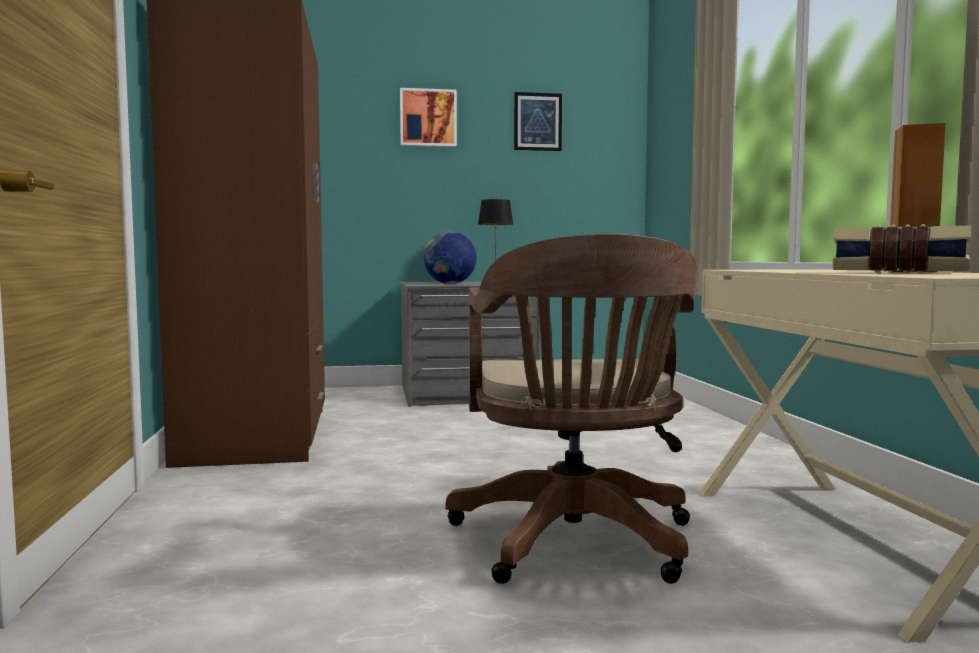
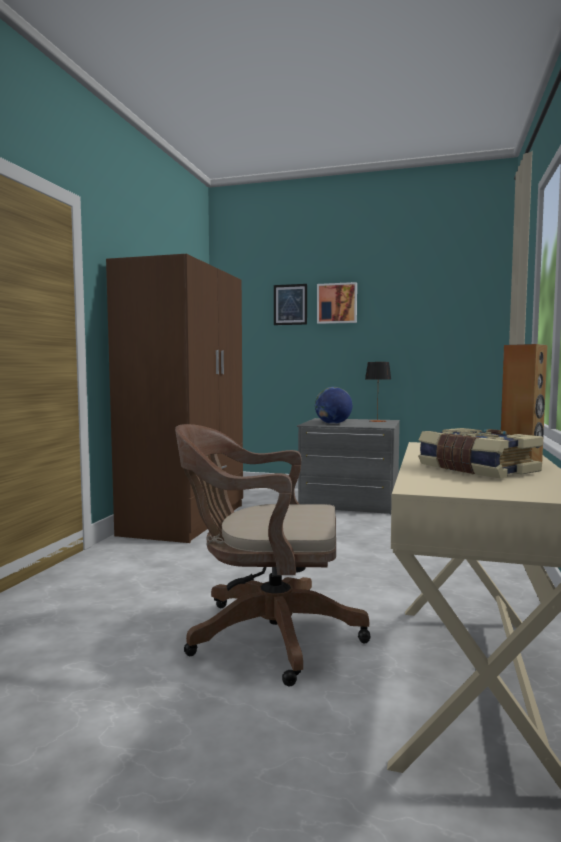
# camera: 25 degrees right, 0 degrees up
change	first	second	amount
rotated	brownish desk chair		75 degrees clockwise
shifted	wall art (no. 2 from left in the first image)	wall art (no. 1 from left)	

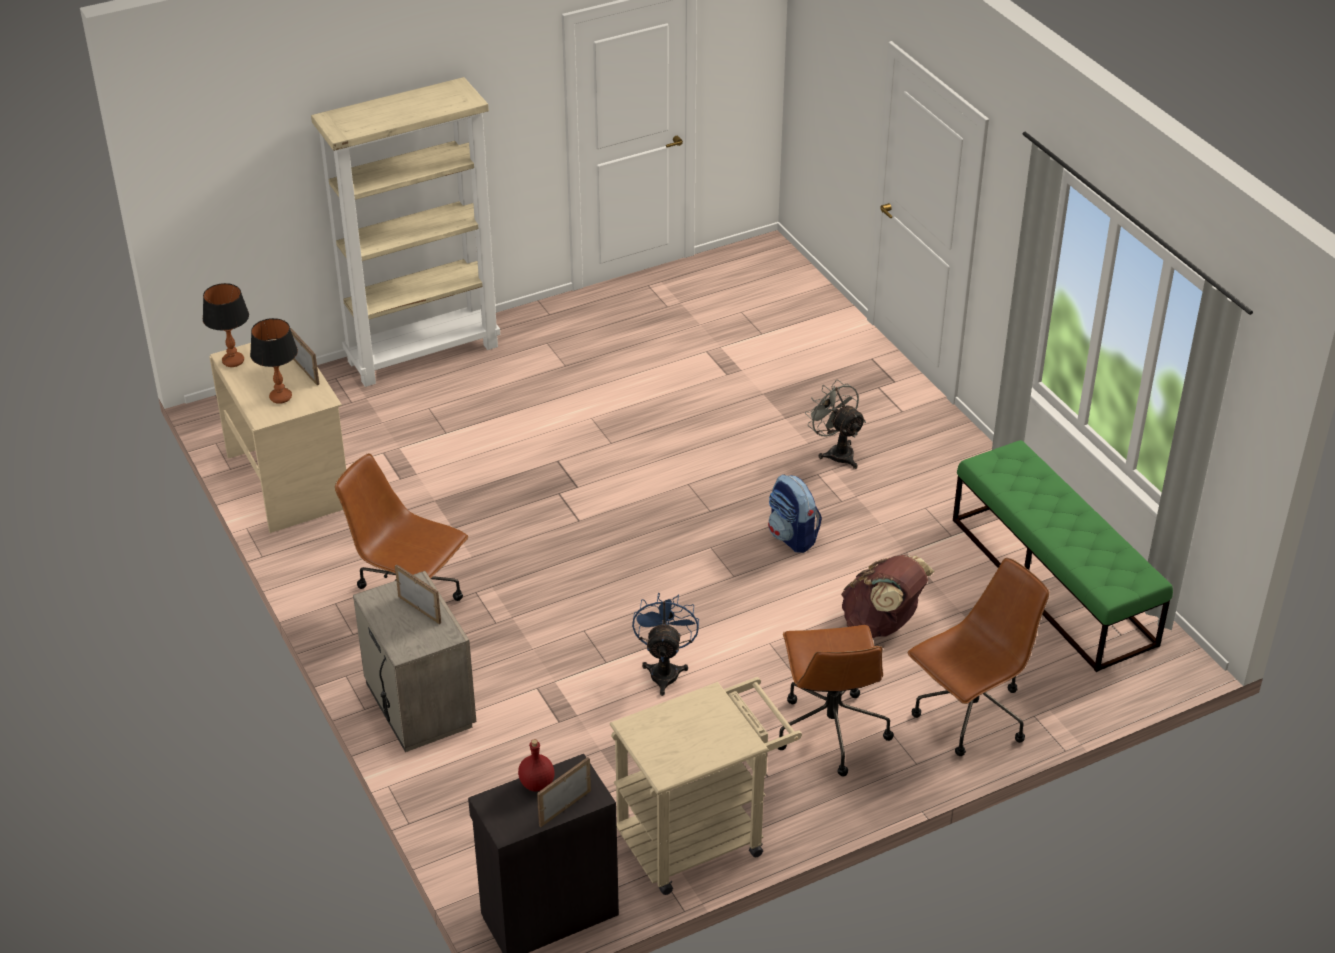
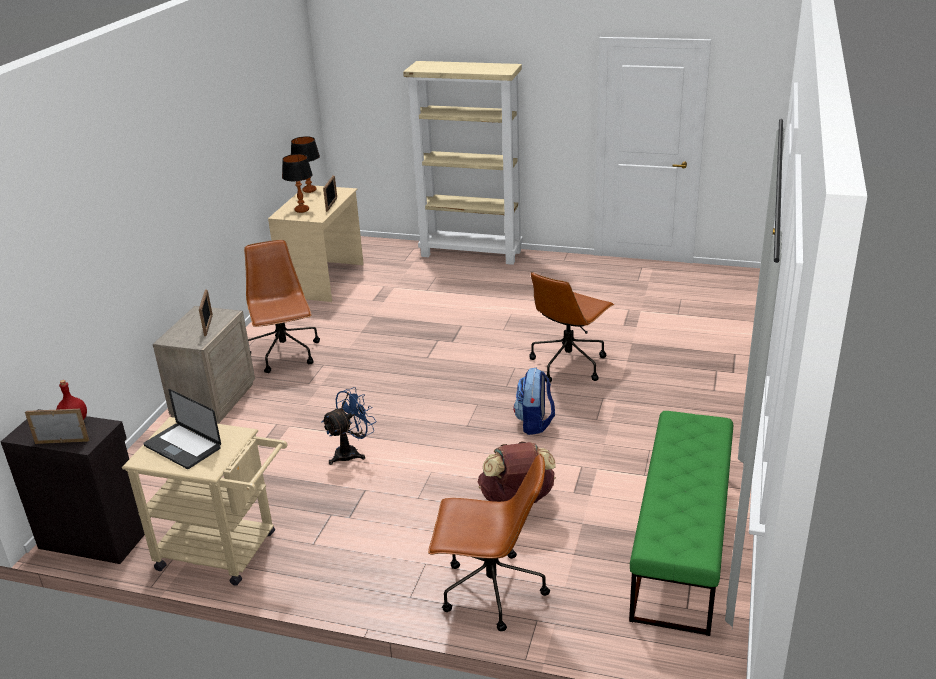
# camera: 45 degrees right, 10 degrees down
change	first	second	amount
new		portable computer	
shifted	brownish desk chair (no. 2 from left in the first image)	brownish desk chair (no. 3 from left)	
gone	gray cooling fan		

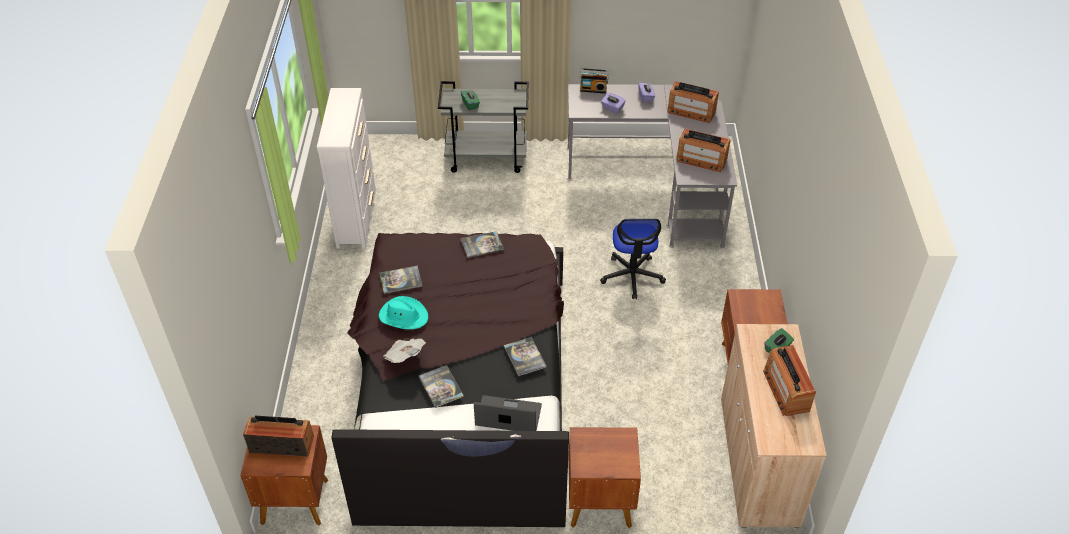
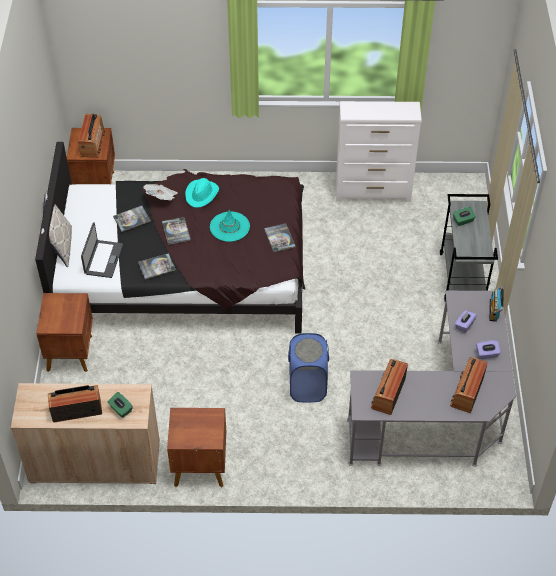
# camera: 90 degrees right, 5 degrees up
change	first	second	amount
shifted	volume (no. 1 from left in the first image)	volume (no. 3 from left)	
new		turquoise-coloured clothing hat (no. 2 from left)	
swapped	desk chair	bluish hamper	

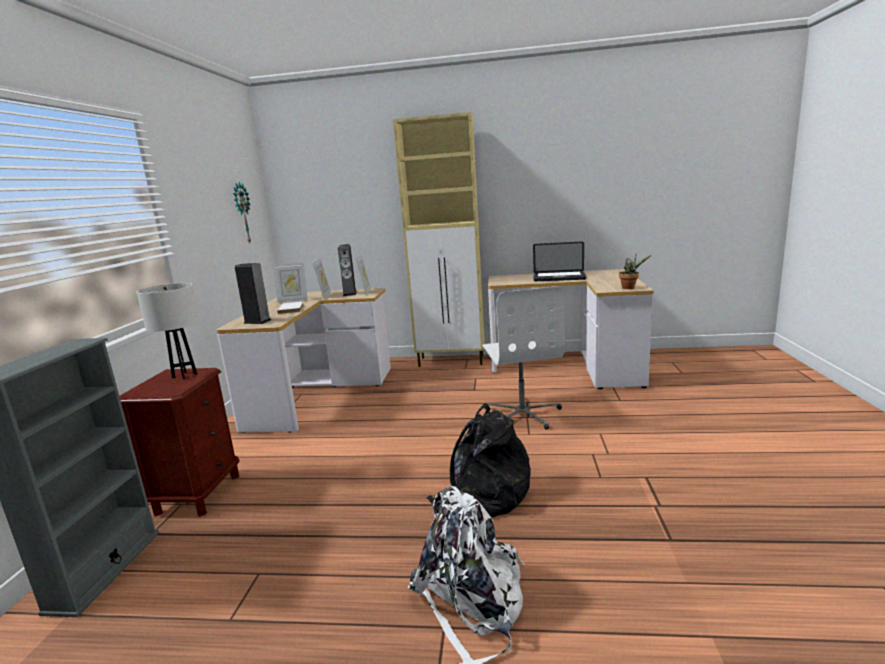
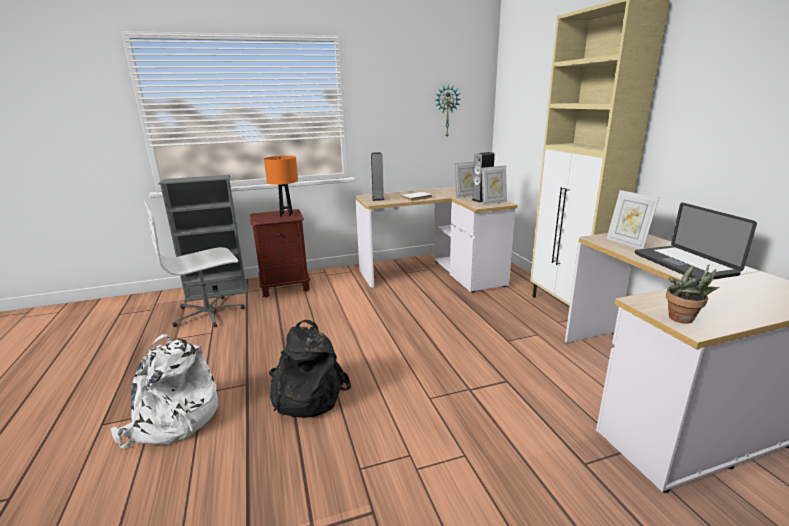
# camera: 65 degrees right, 5 degrees up
change	first	second	amount
shifted	whitish desk chair		
repainted	whitish table lamp	orange-coloured table lamp	
shifted	standing frame (no. 1 from left in the first image)	standing frame (no. 3 from left)	

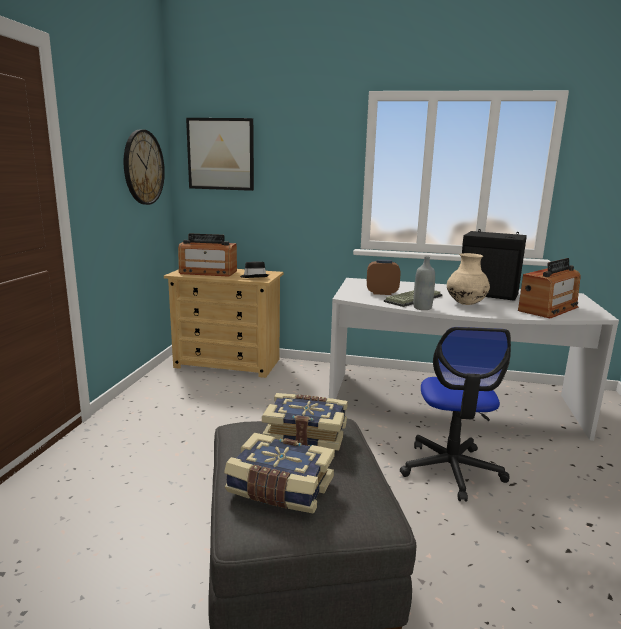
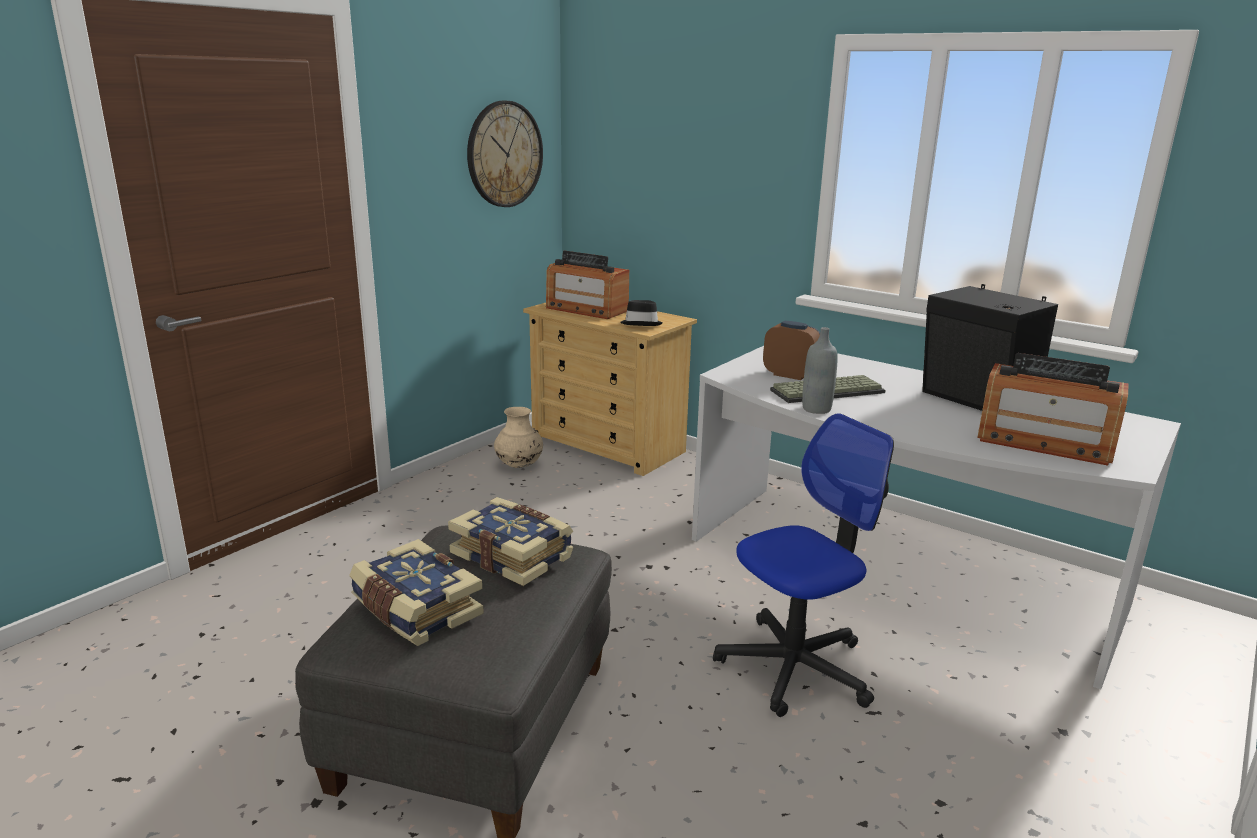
# camera: 25 degrees right, 5 degrees up
change	first	second	amount
shifted	beige decorative vase		
rotated	desk chair		150 degrees counterclockwise
rotated	radio set (no. 2 from left)		45 degrees clockwise
gone	wall art		

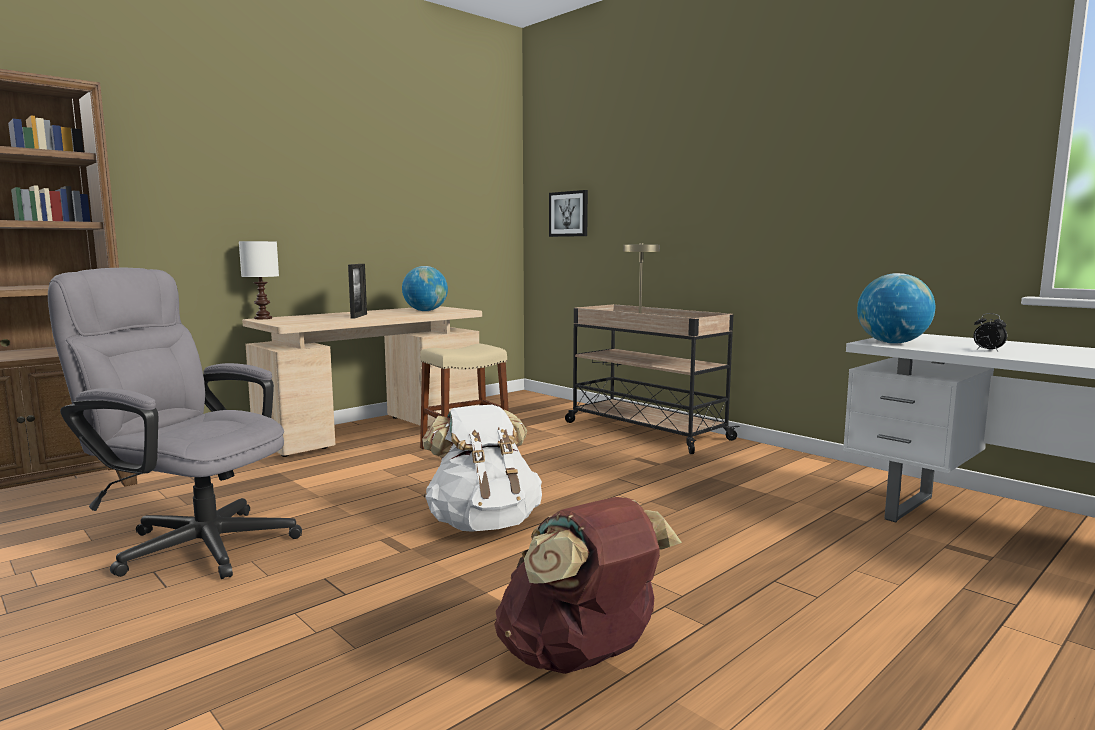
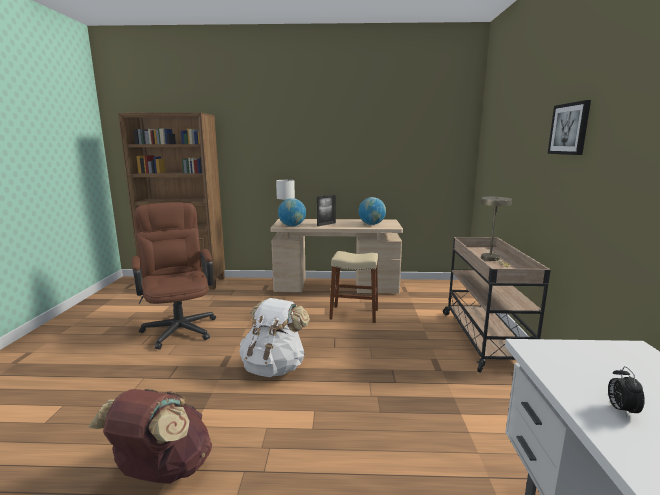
# camera: 45 degrees right, 5 degrees up
change	first	second	amount
repainted	gray desk chair	brownish desk chair	
shifted	world globe (no. 2 from left in the first image)	world globe (no. 1 from left)	
shifted	wall art		

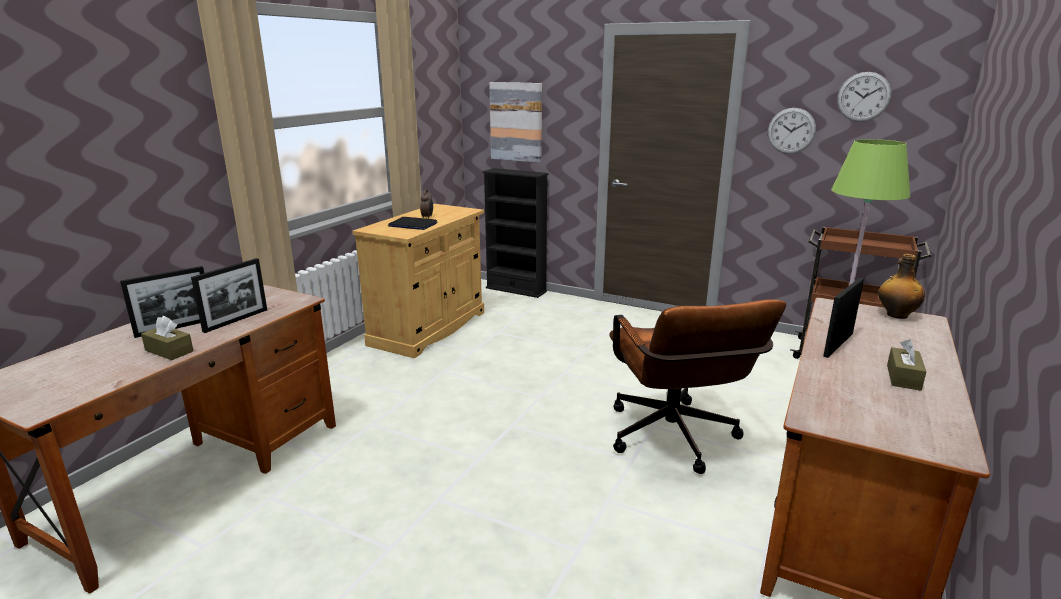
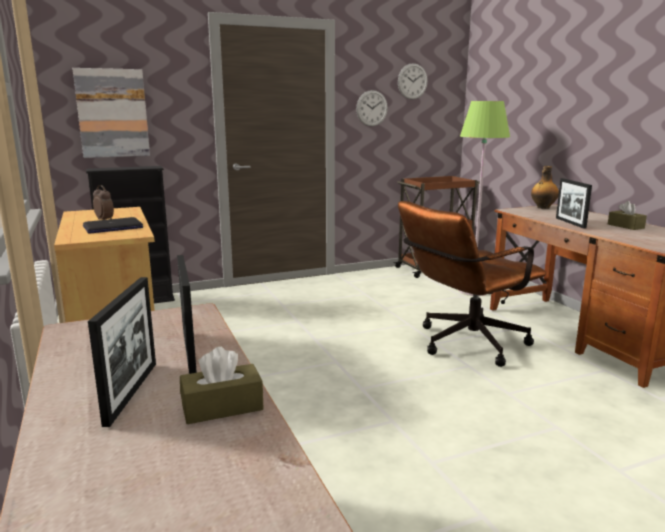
# camera: 50 degrees left, 5 degrees down
change	first	second	amount
rotated	brownish desk chair		120 degrees clockwise

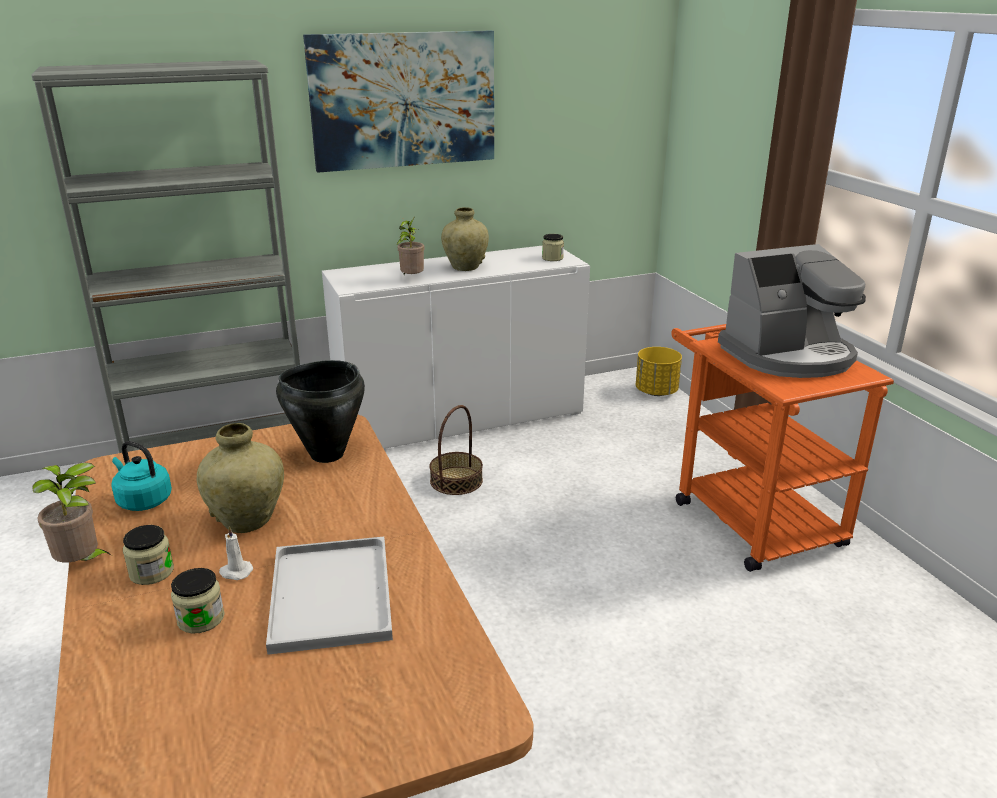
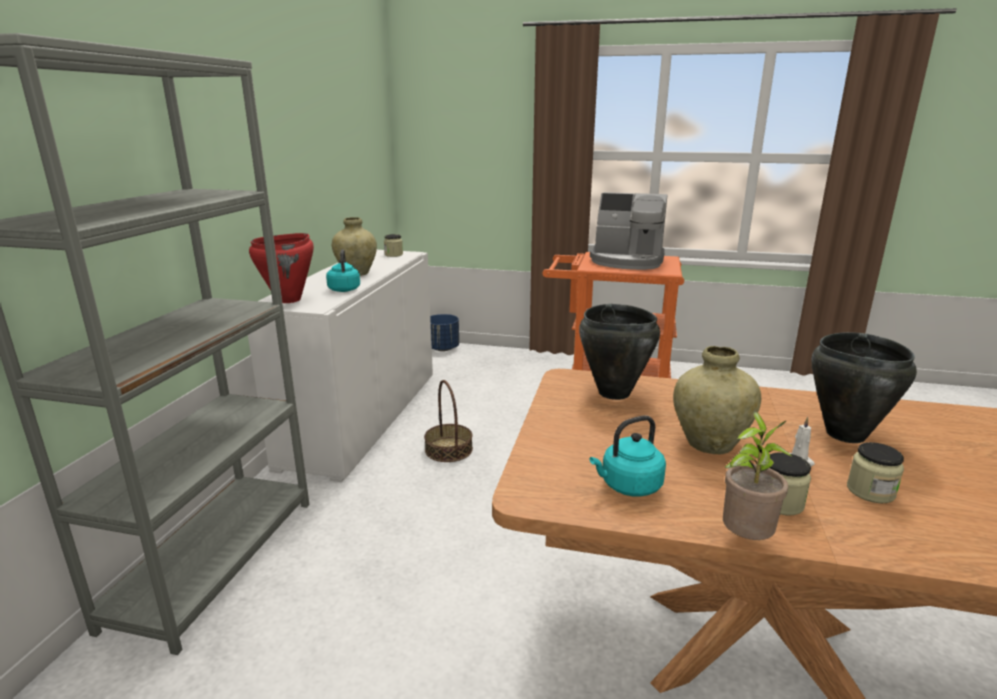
# camera: 55 degrees left, 5 degrees down
change	first	second	amount
new		red stockpot	
swapped	plant in a pot (no. 2 from left)	turquoise-coloured tea kettle (no. 1 from left)	
repainted	yellow planter	bluish planter	
rotated	coffee maker		90 degrees clockwise
swapped	whitish tray	blackish stockpot (no. 2 from left)	
gone	wall art		

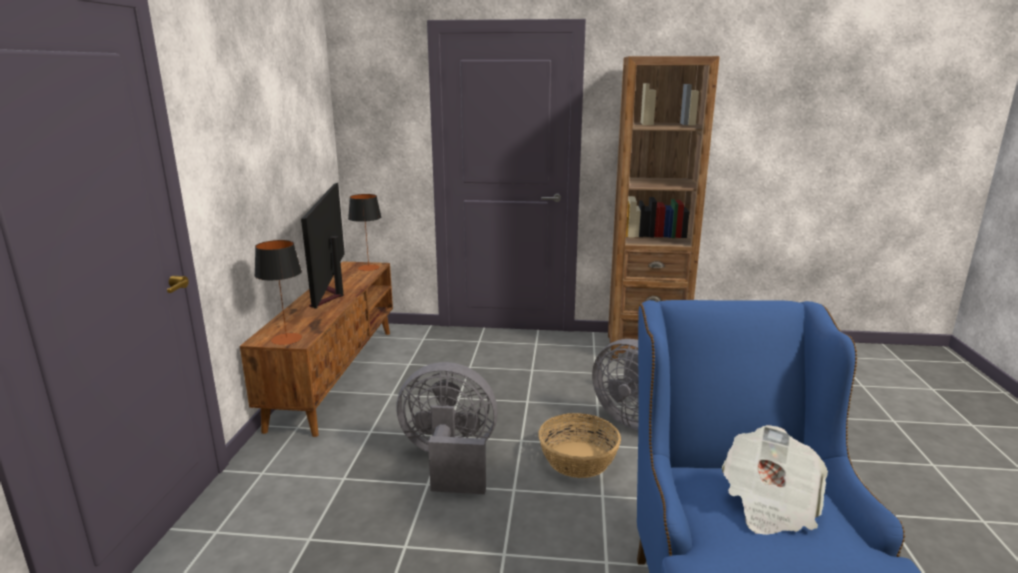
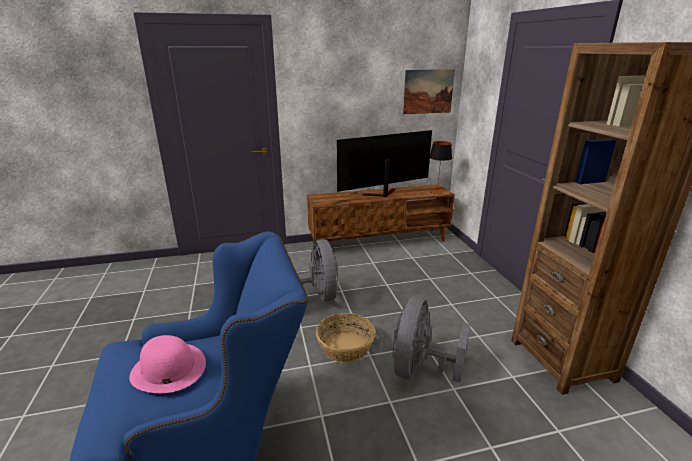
# camera: 70 degrees right, 5 degrees up
change	first	second	amount
swapped	daily paper	pink clothing hat	
new		wall art	
gone	table lamp (no. 1 from left)		

